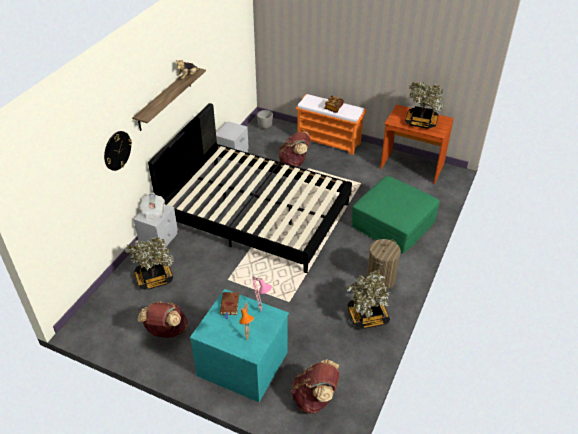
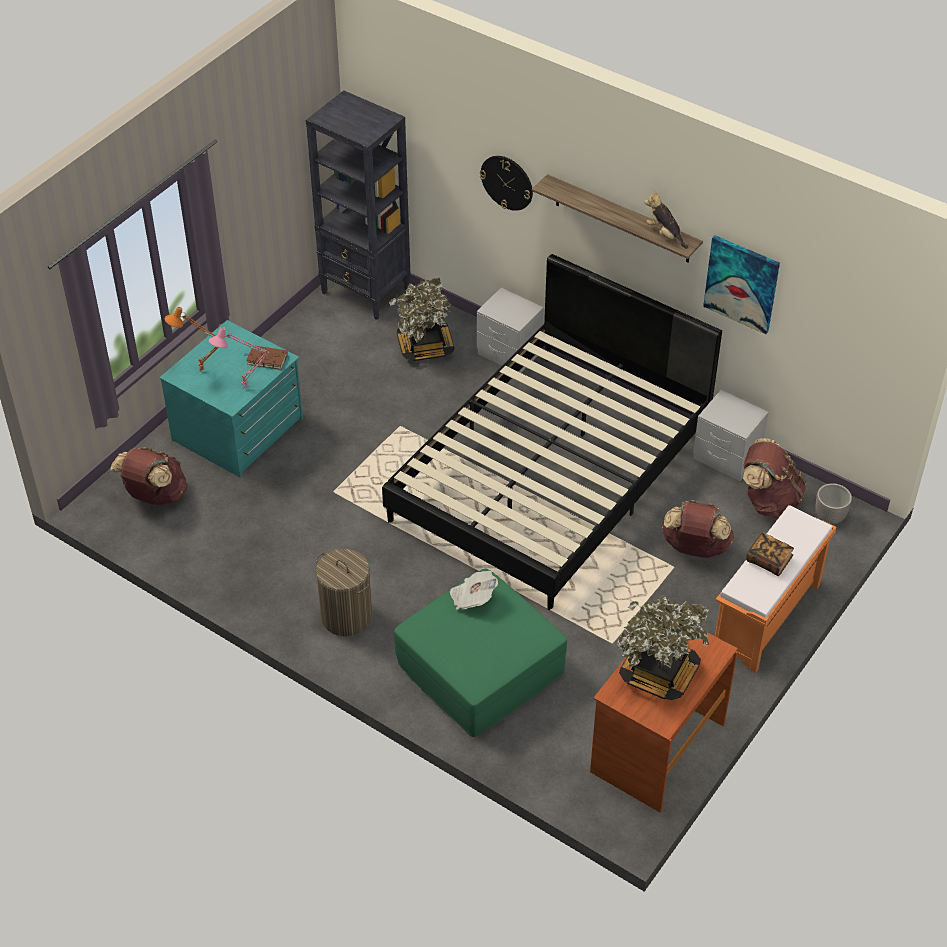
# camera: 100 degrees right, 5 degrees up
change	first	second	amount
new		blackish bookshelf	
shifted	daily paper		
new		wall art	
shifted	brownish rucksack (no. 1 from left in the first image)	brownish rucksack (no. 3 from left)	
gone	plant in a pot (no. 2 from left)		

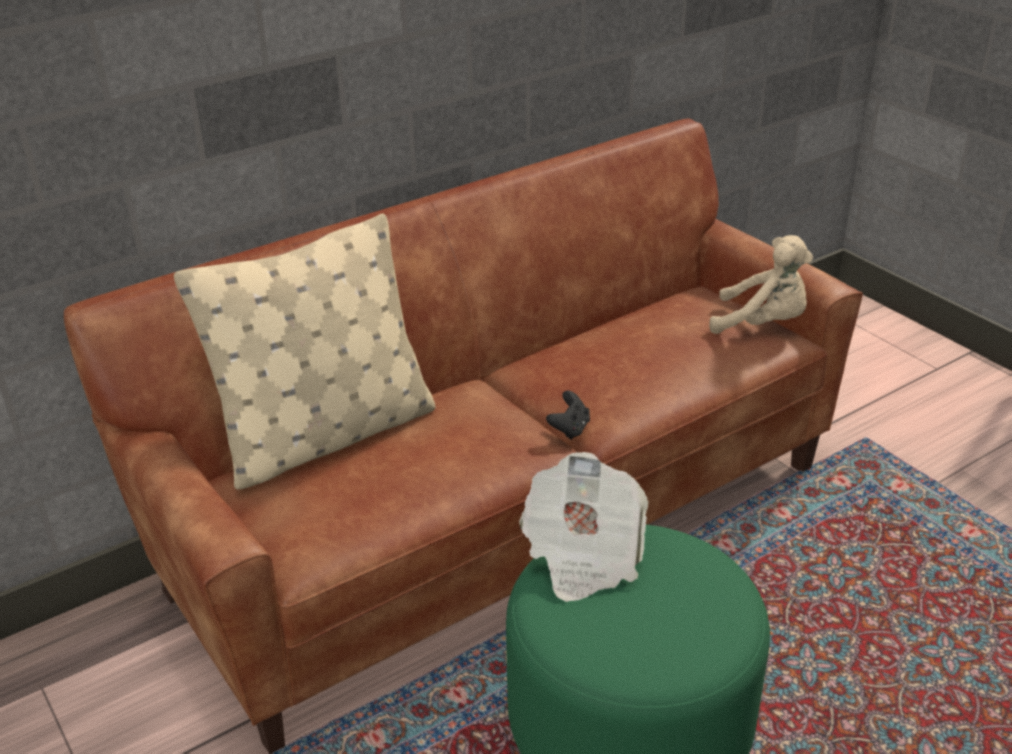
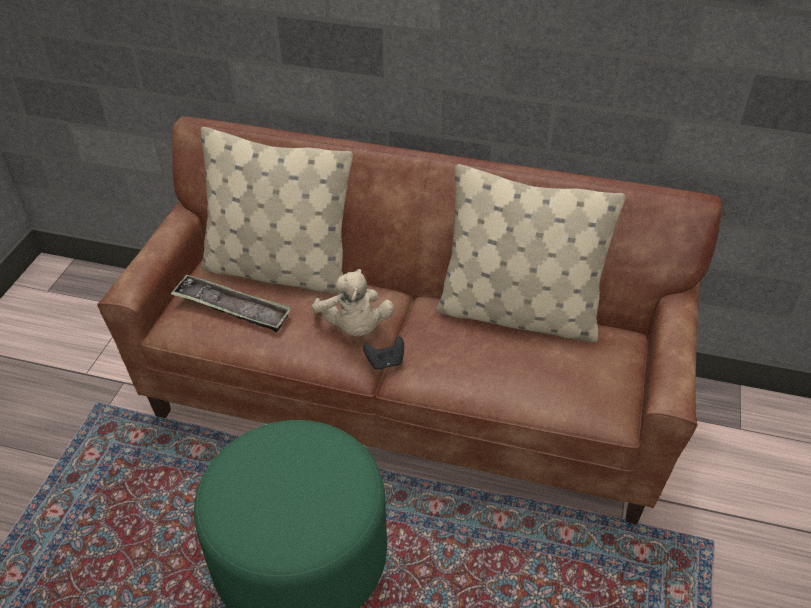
# camera: 50 degrees right, 10 degrees up
change	first	second	amount
new		tray	
shifted	beige cuddly toy		
new		beige cushion (no. 2 from left)	
gone	daily paper		

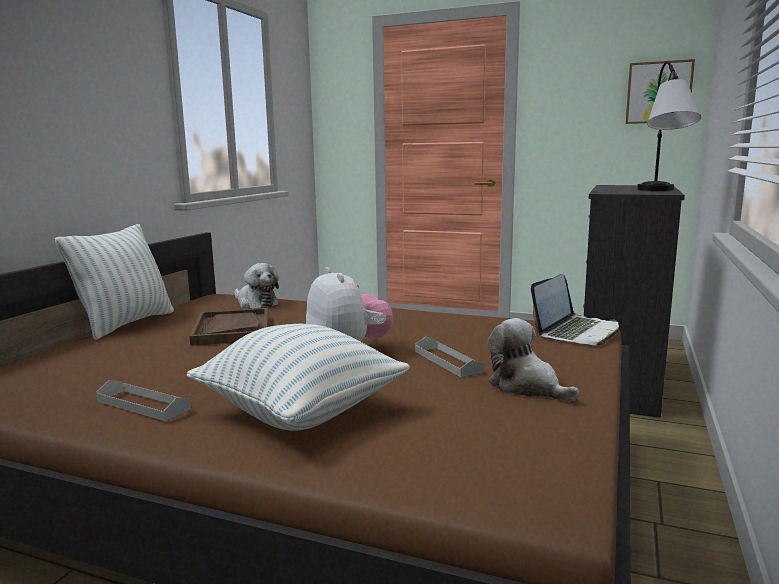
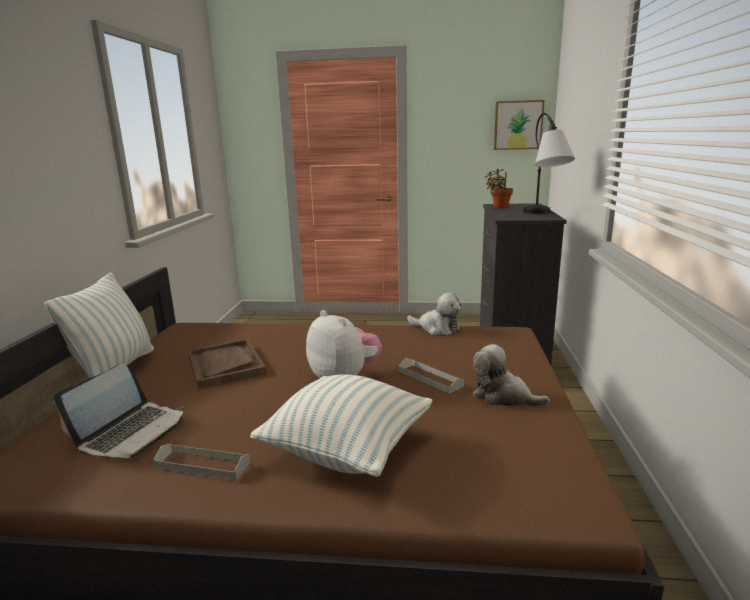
# camera: 15 degrees left, 5 degrees up
change	first	second	amount
shifted	portable computer		
shifted	cuddly toy (no. 1 from left in the first image)	cuddly toy (no. 2 from left)	
new		plant in a pot	

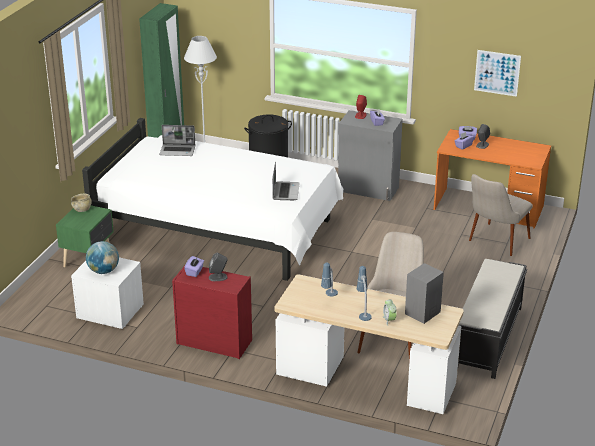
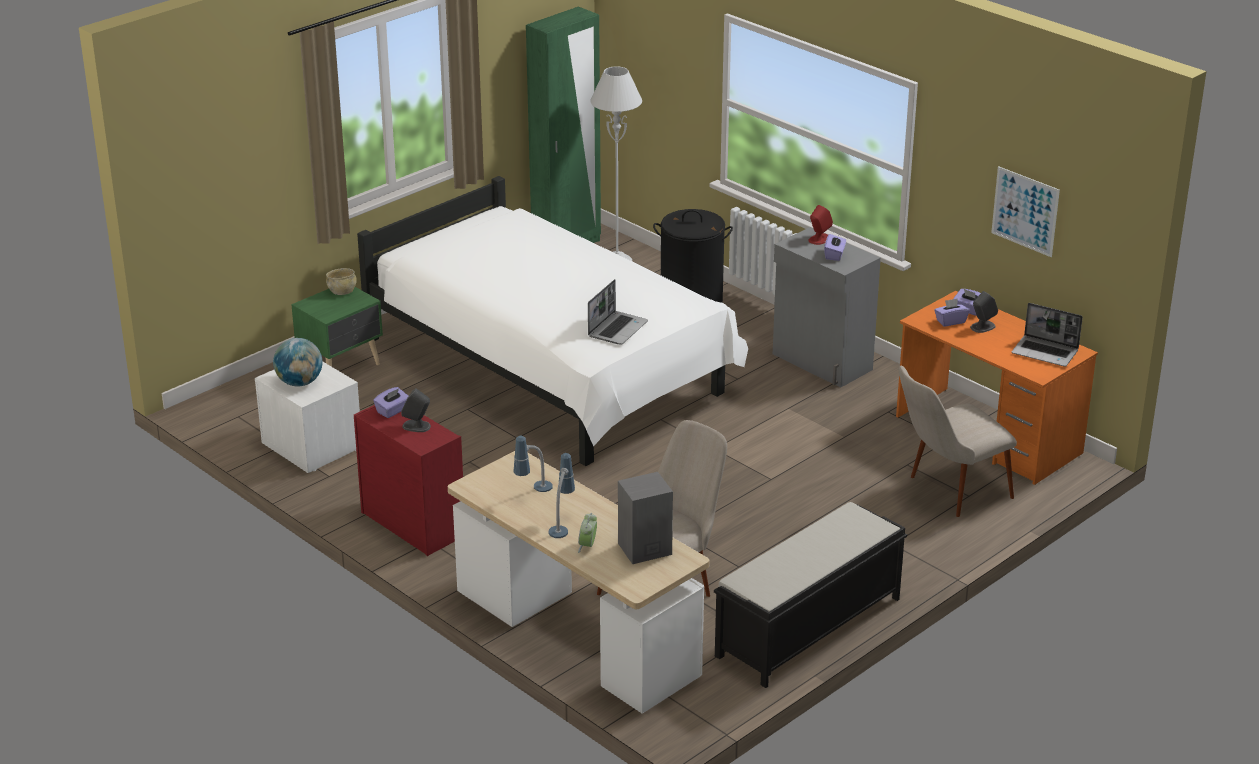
# camera: 25 degrees right, 0 degrees up
change	first	second	amount
shifted	portable computer (no. 1 from left in the first image)	portable computer (no. 2 from left)	

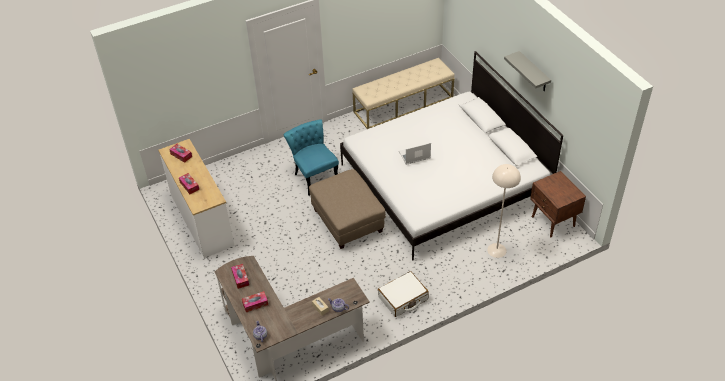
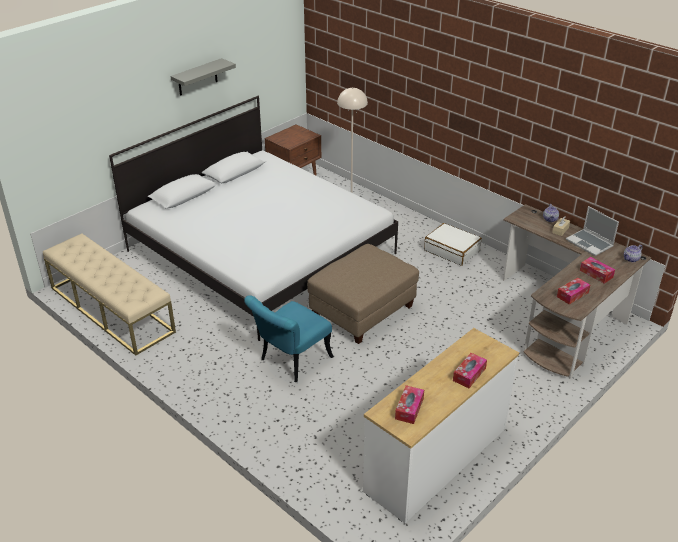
# camera: 110 degrees left, 10 degrees down
change	first	second	amount
shifted	portable computer		

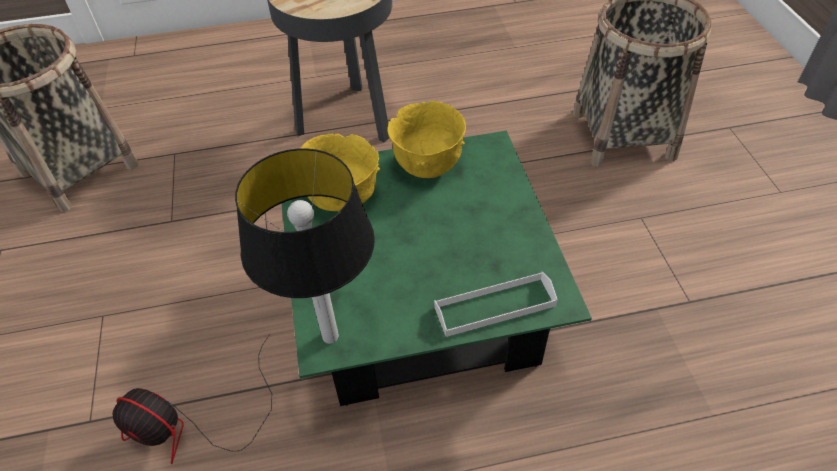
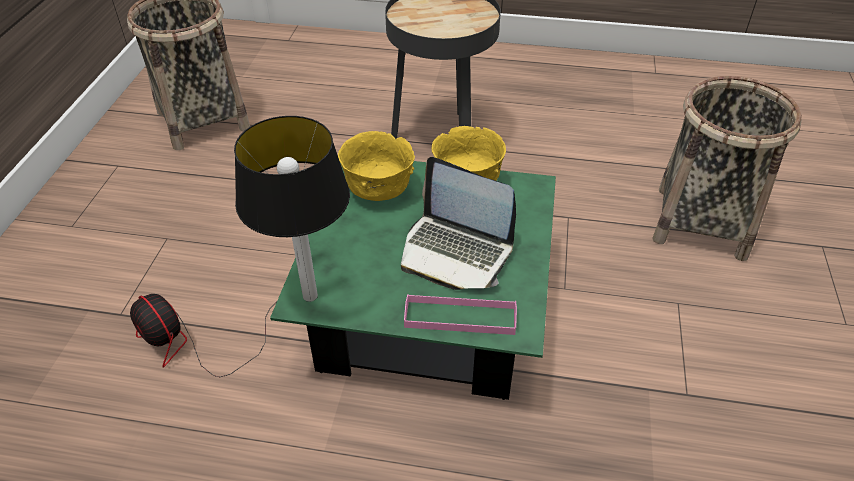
# camera: 20 degrees right, 5 degrees down
change	first	second	amount
new		portable computer	
repainted	whitish tray	pink tray	

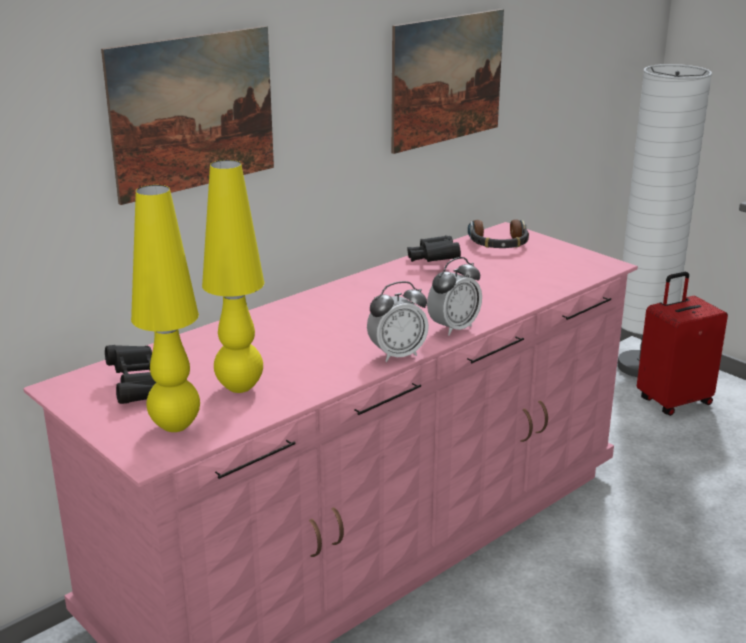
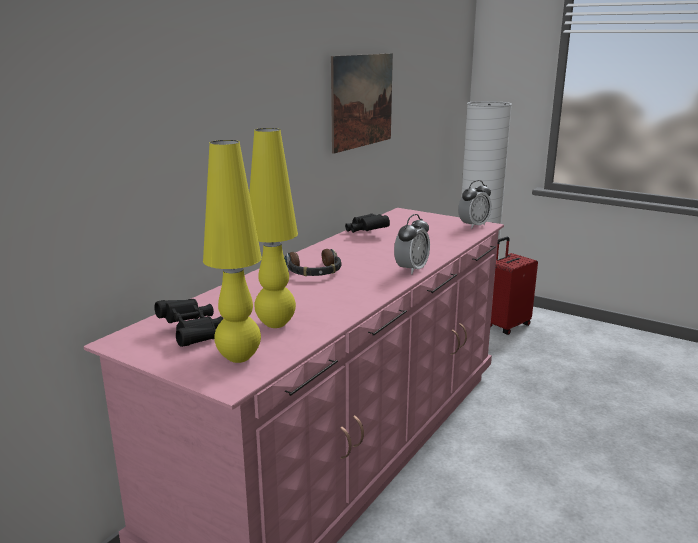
# camera: 15 degrees left, 5 degrees down
change	first	second	amount
shifted	headset		
shifted	alarm clock (no. 1 from left in the first image)	alarm clock (no. 2 from left)	
gone	wall art (no. 1 from left)		

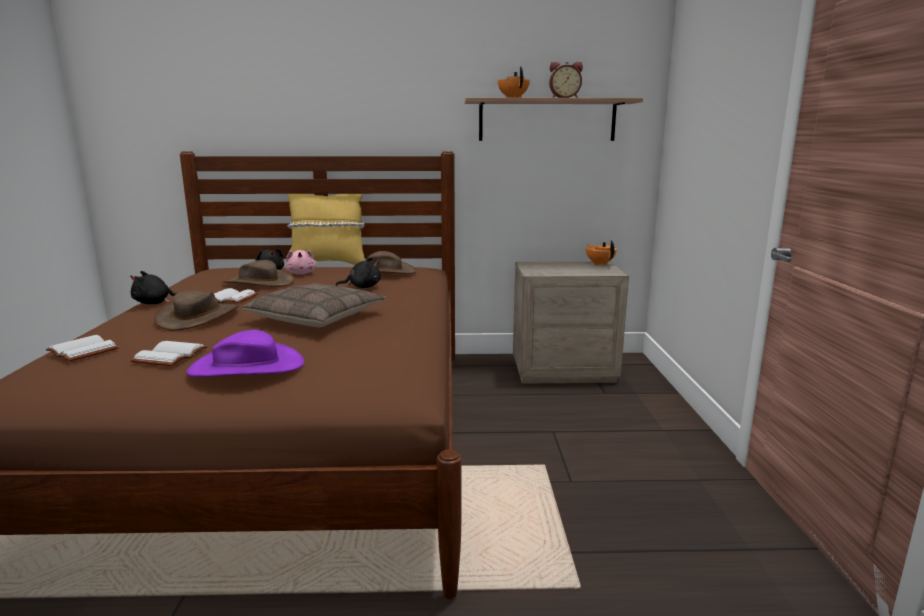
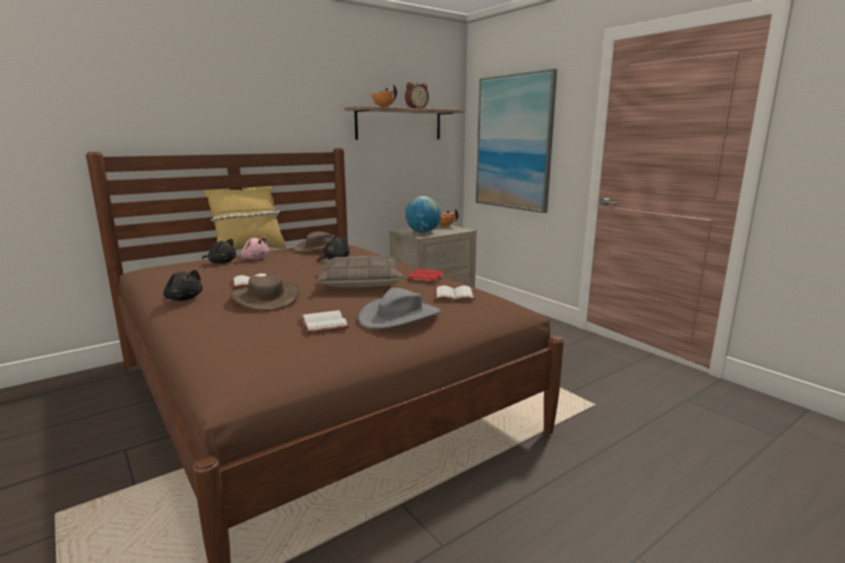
# camera: 35 degrees left, 0 degrees up
change	first	second	amount
rotated	blackish cuddly toy (no. 1 from left)		90 degrees counterclockwise
repainted	purplish clothing hat	gray clothing hat	
new		world globe	
new		red volume	
shifted	whitish volume (no. 1 from left in the first image)	whitish volume (no. 3 from left)	
new		wall art	
gone	brownish clothing hat (no. 2 from left)		

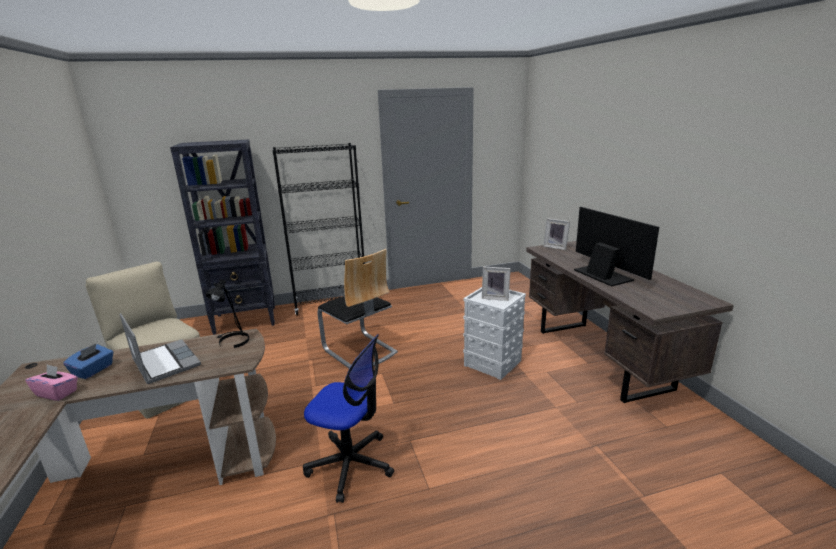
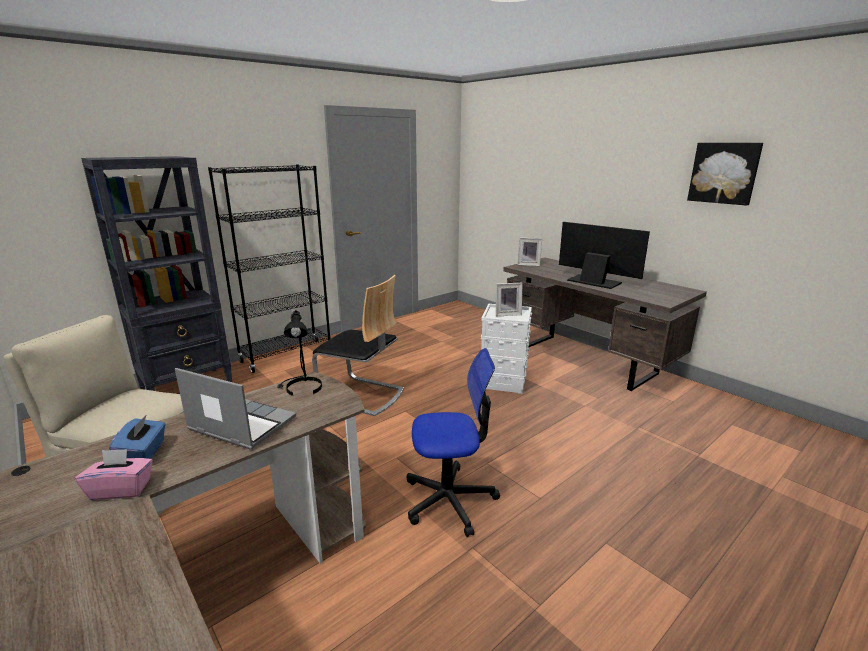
# camera: 25 degrees left, 0 degrees up
change	first	second	amount
new		wall art	

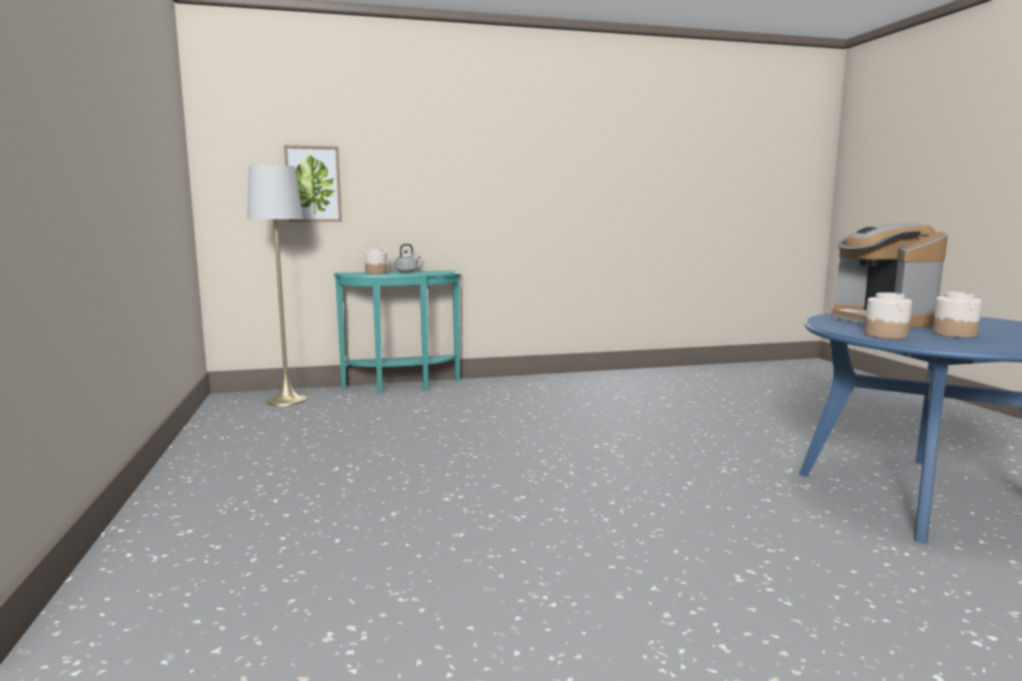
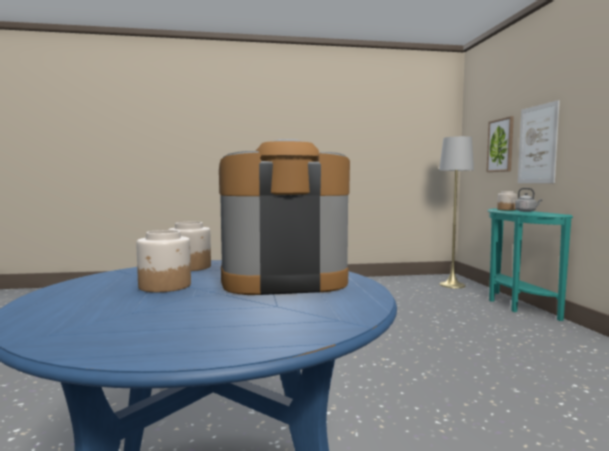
# camera: 95 degrees right, 5 degrees down
change	first	second	amount
new		wall art (no. 2 from left)	

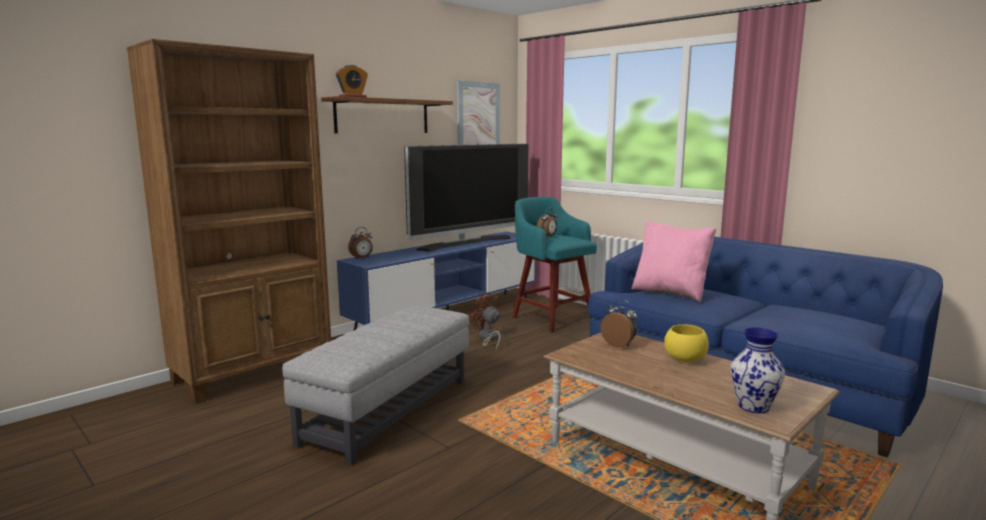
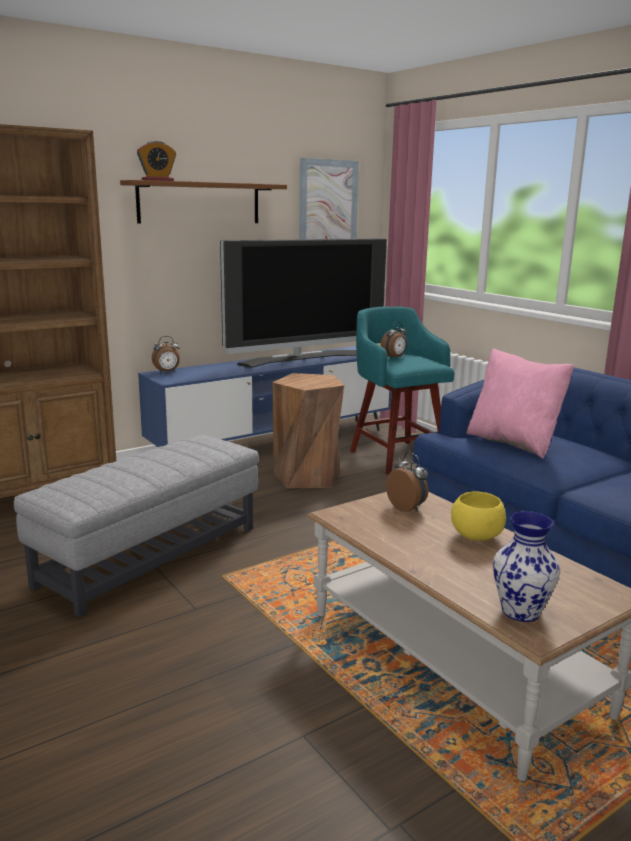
# camera: 10 degrees right, 5 degrees up
change	first	second	amount
swapped	brownish cooling fan	brownish stool	

